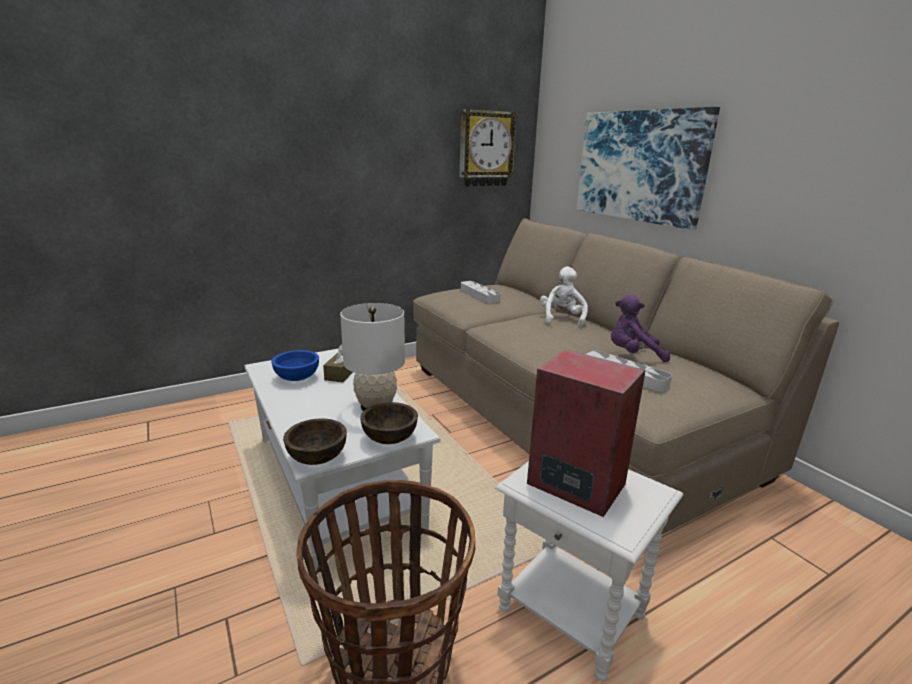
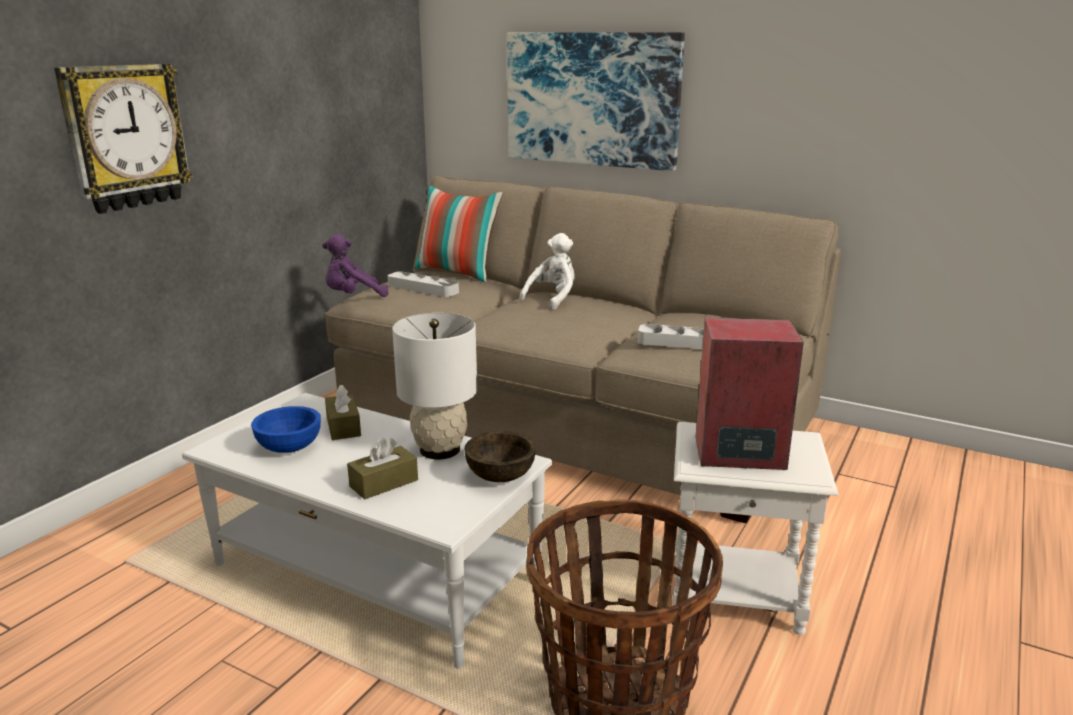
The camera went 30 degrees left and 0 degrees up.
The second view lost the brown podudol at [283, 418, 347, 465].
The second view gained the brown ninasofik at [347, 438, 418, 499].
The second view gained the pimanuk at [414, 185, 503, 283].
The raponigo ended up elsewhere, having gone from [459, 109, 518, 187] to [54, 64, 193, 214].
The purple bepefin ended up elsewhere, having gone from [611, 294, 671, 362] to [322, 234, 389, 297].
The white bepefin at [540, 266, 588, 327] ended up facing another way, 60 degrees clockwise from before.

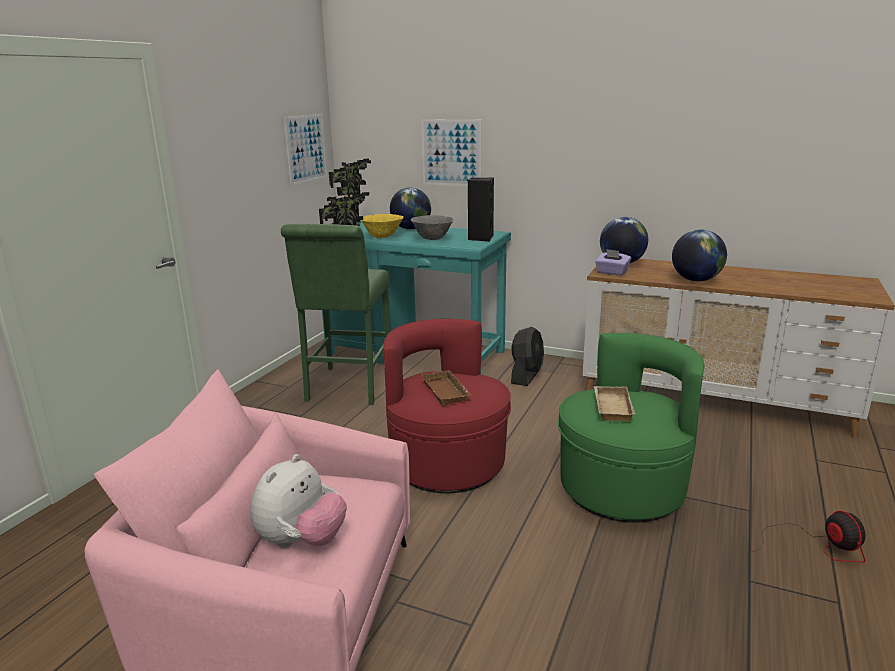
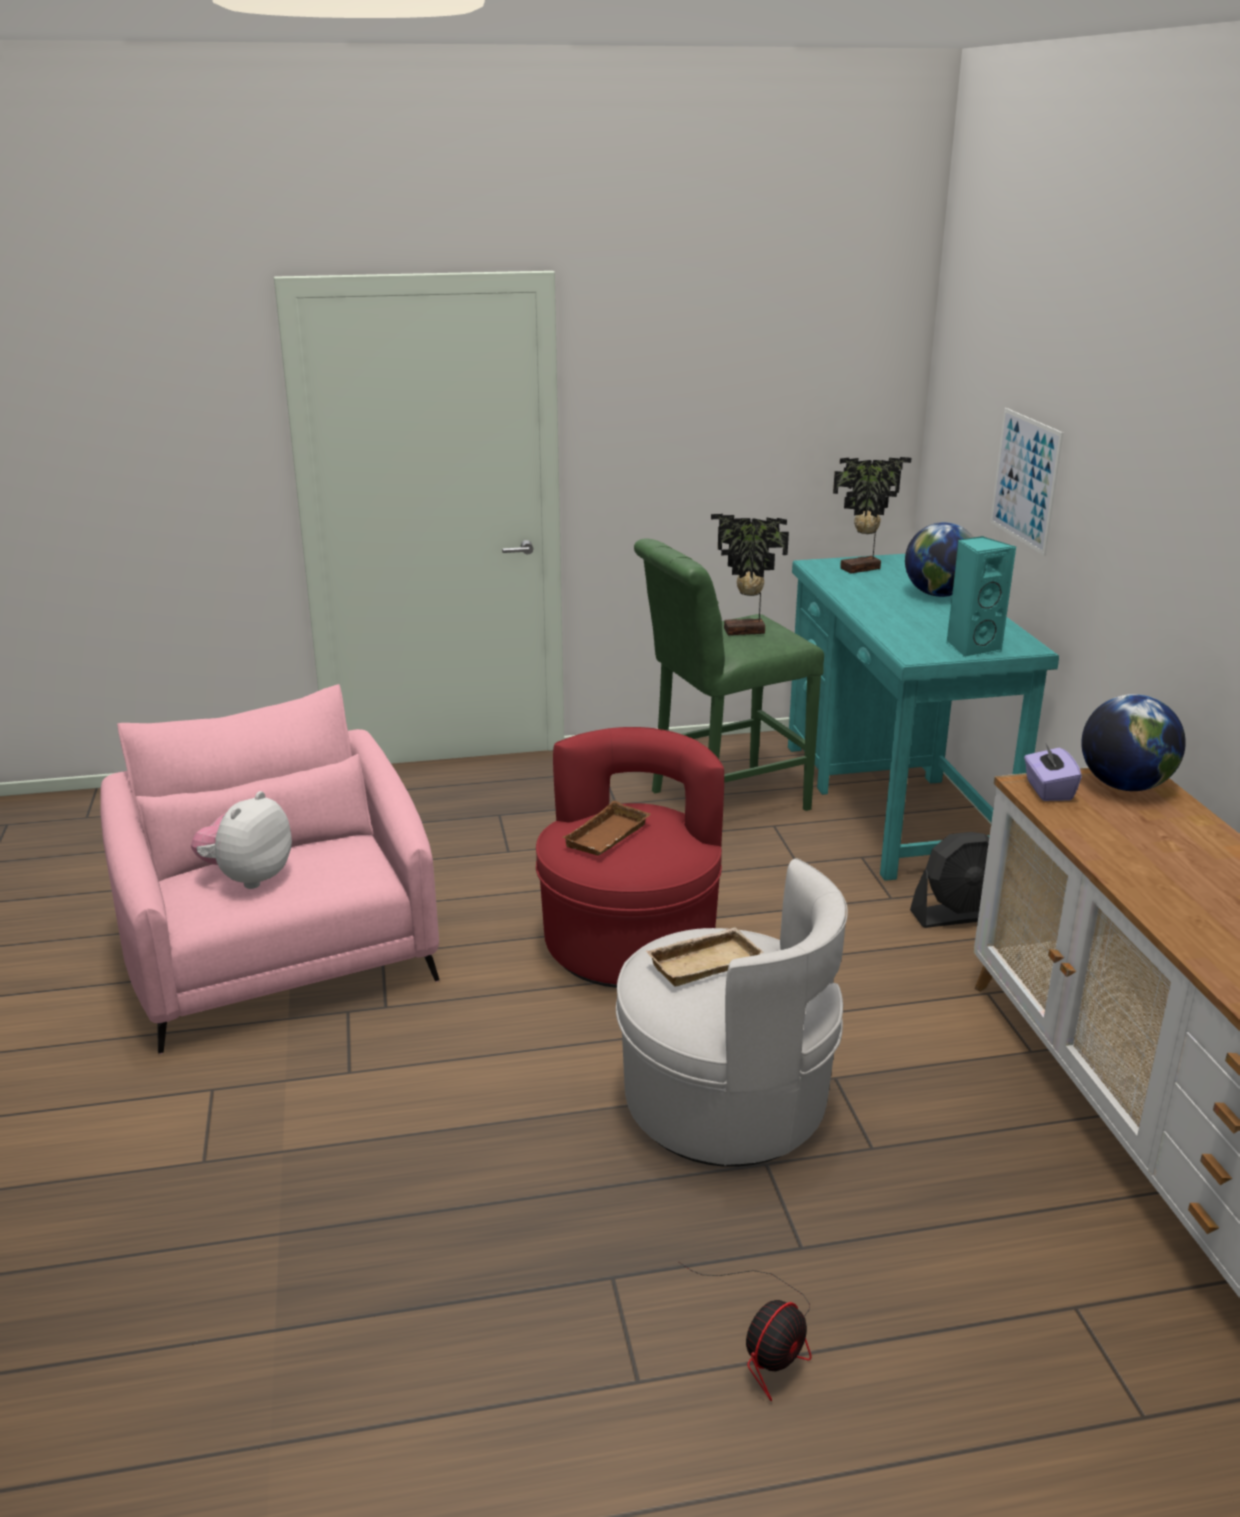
The camera went 55 degrees right and 5 degrees up.
The second view lost the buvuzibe at [284, 114, 327, 185].
The second view lost the yellow podudol at [361, 214, 403, 238].
The second view lost the grey podudol at [411, 215, 454, 240].
The second view lost the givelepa at [672, 229, 727, 282].
What was the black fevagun at [468, 177, 494, 242] turned into the turquoise fevagun at [946, 536, 1016, 657].
What was the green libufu at [558, 333, 705, 523] turned into the white libufu at [616, 858, 848, 1167].
The bepefin at [250, 454, 346, 548] ended up facing another way, 120 degrees clockwise from before.

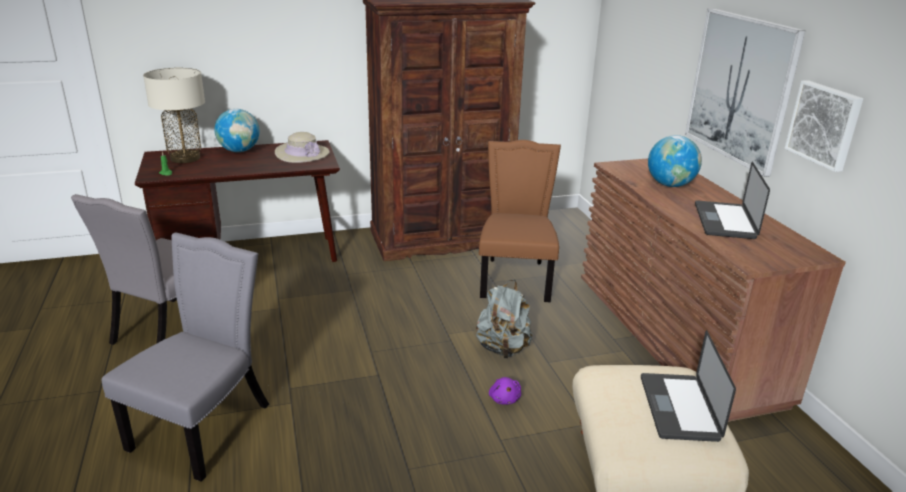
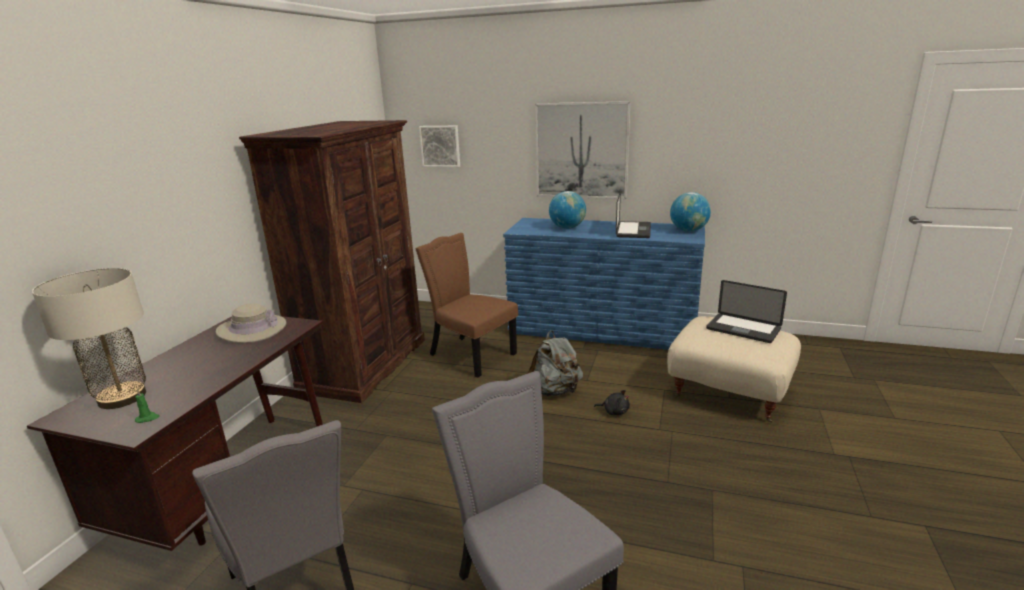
The camera went 55 degrees left and 5 degrees down.
The givelepa ended up elsewhere, having gone from [214, 109, 260, 152] to [670, 192, 711, 232].
The buvuzibe ended up elsewhere, having gone from [784, 80, 863, 172] to [419, 126, 460, 167].
What was the purple bepefin at [489, 377, 521, 405] turned into the black bepefin at [594, 390, 630, 415].
What was the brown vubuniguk at [581, 158, 846, 422] turned into the blue vubuniguk at [503, 218, 705, 350].
The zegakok at [695, 162, 770, 239] ended up facing another way, 120 degrees counterclockwise from before.

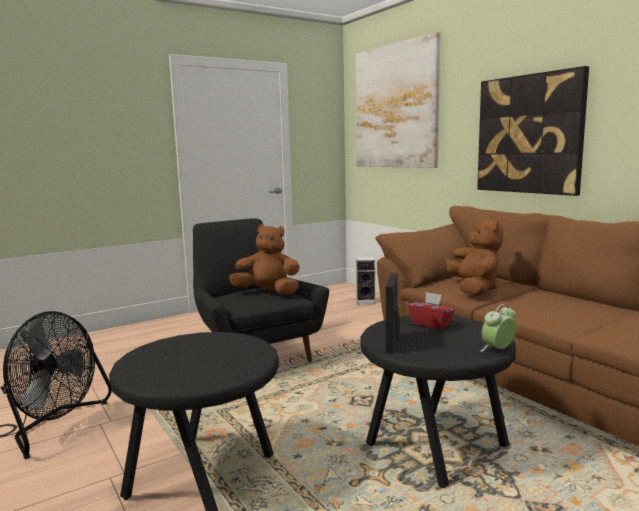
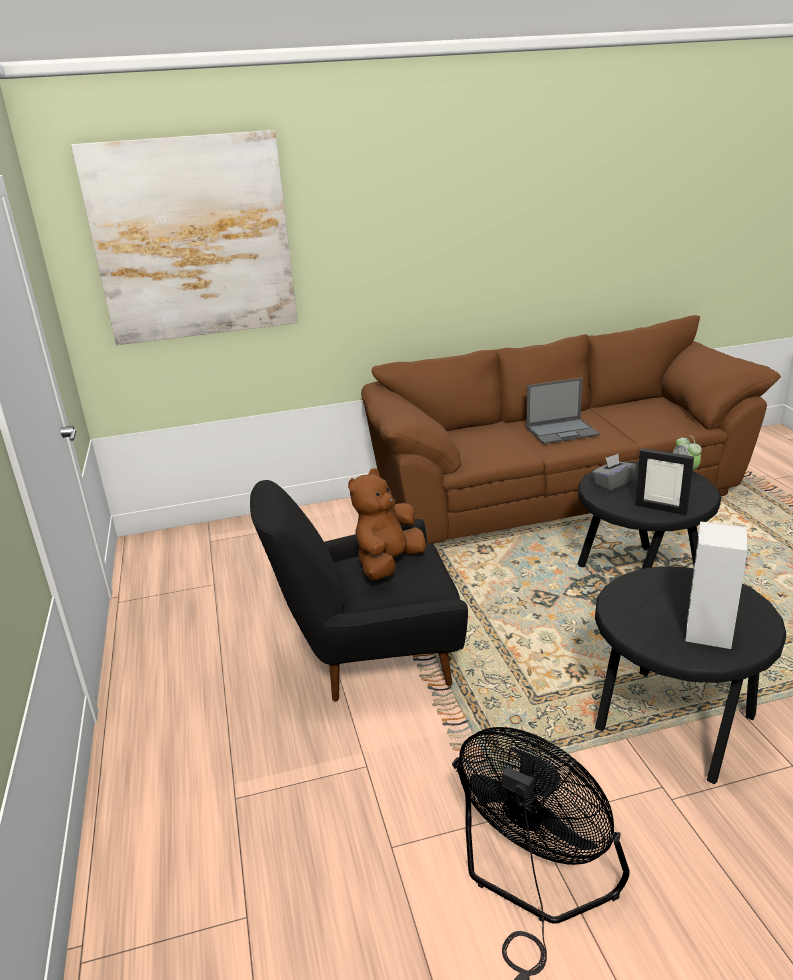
The camera went 70 degrees left and 15 degrees up.
The second view lost the brown bepefin at [445, 216, 503, 296].
The second view lost the buvuzibe at [477, 66, 589, 196].
The second view gained the zegakok at [526, 378, 600, 444].
The fevagun ended up elsewhere, having gone from [356, 257, 375, 304] to [685, 521, 748, 649].
What was the red ninasofik at [408, 292, 455, 330] turned into the grey ninasofik at [592, 454, 636, 491].

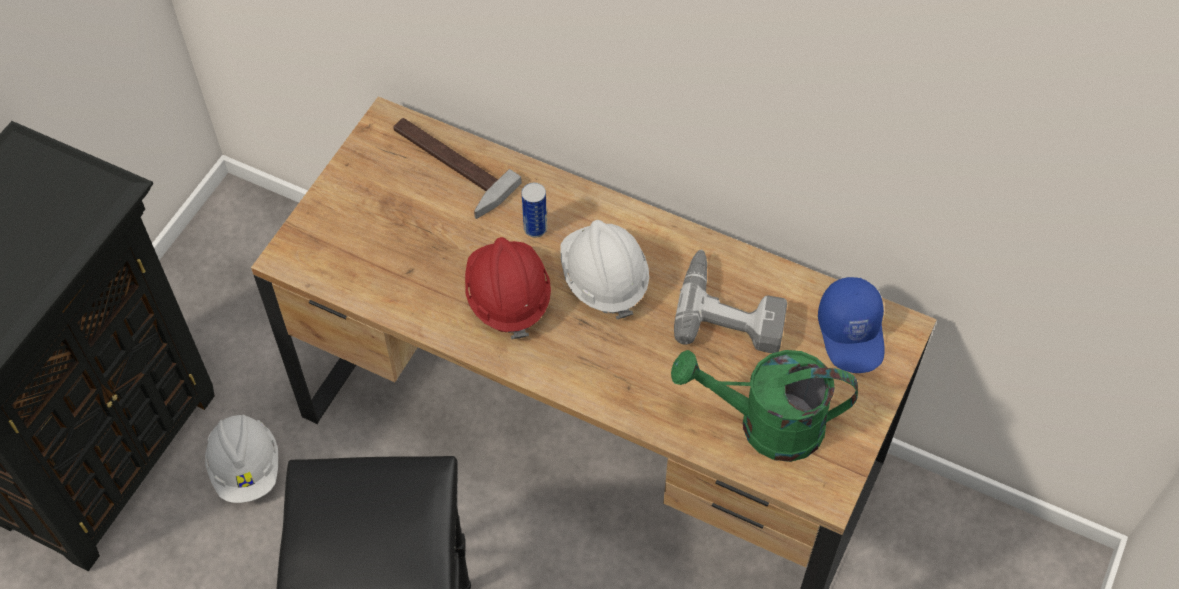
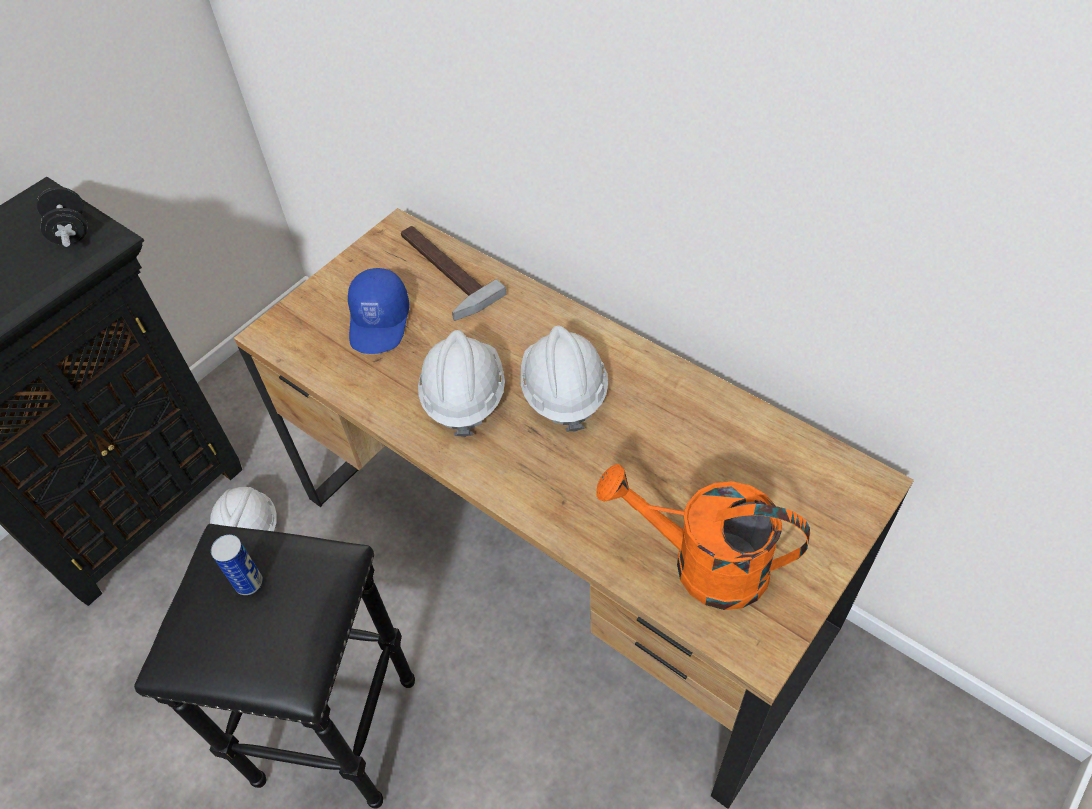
The camera went 15 degrees right and 5 degrees down.
The second view lost the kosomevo at [674, 249, 787, 353].
The second view gained the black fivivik at [36, 187, 88, 247].
The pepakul ended up elsewhere, having gone from [521, 183, 547, 238] to [211, 535, 263, 595].
The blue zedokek ended up elsewhere, having gone from [818, 277, 885, 373] to [348, 268, 410, 354].
What was the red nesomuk at [465, 237, 551, 339] turned into the white nesomuk at [418, 330, 505, 437].
What was the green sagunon at [671, 350, 858, 462] turned into the orange sagunon at [596, 464, 810, 610].

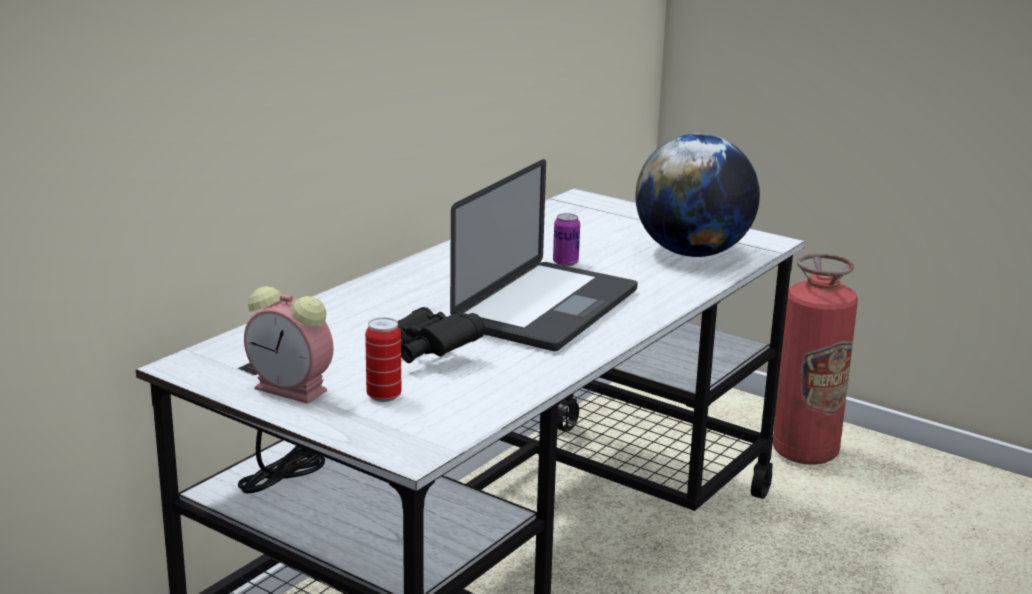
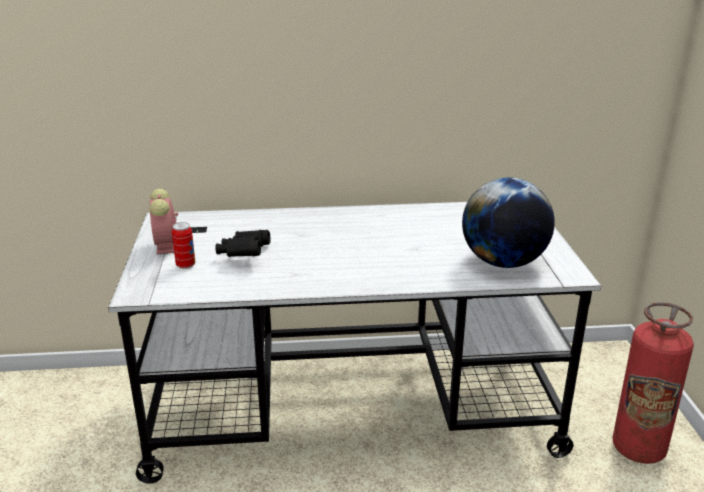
The camera went 50 degrees right and 5 degrees up.
The second view lost the zegakok at [450, 159, 638, 351].
The second view lost the pepakul at [553, 213, 580, 266].

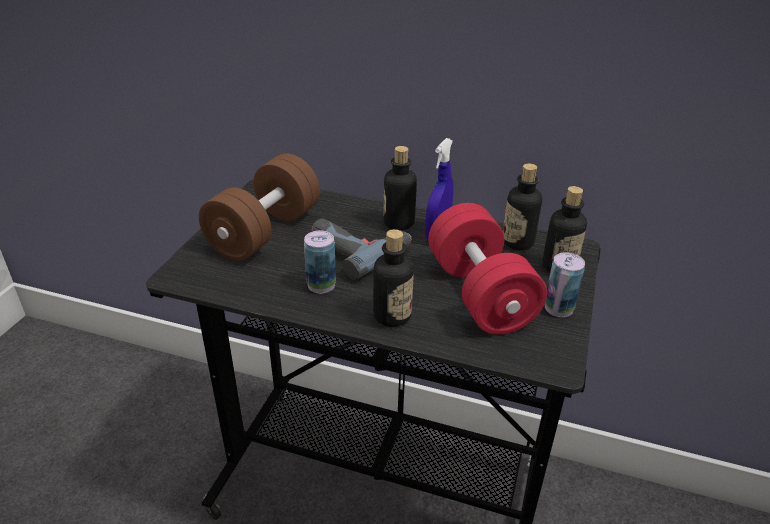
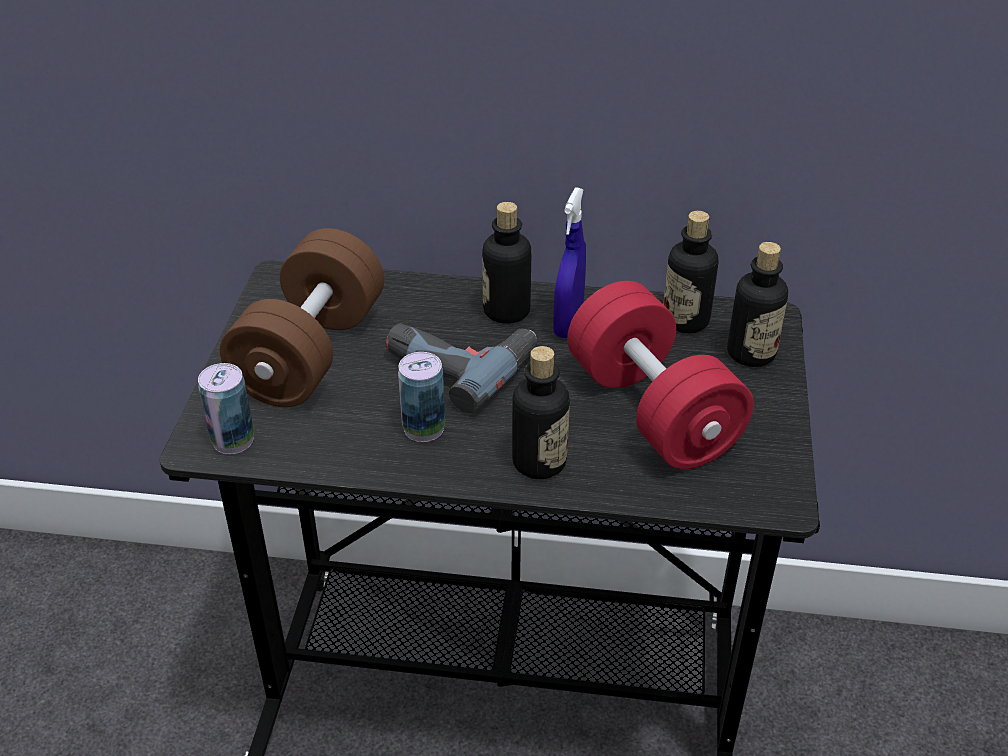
The camera went 10 degrees left and 5 degrees up.
The pepakul ended up elsewhere, having gone from [545, 252, 585, 317] to [198, 363, 254, 454].

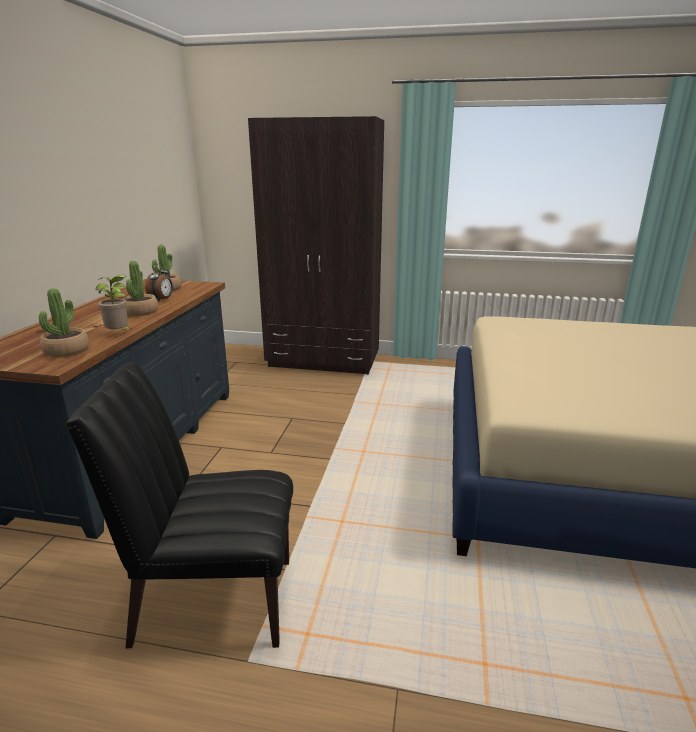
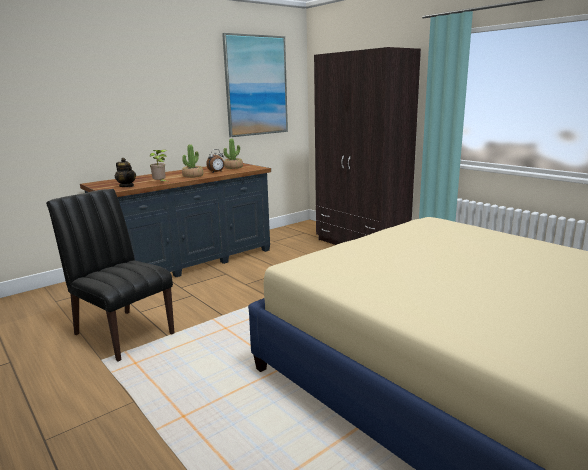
The camera went 40 degrees right and 5 degrees down.
The second view gained the buvuzibe at [222, 33, 288, 137].
Where the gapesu stood at [39, 288, 89, 357], the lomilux came to stand at [115, 158, 136, 187].

